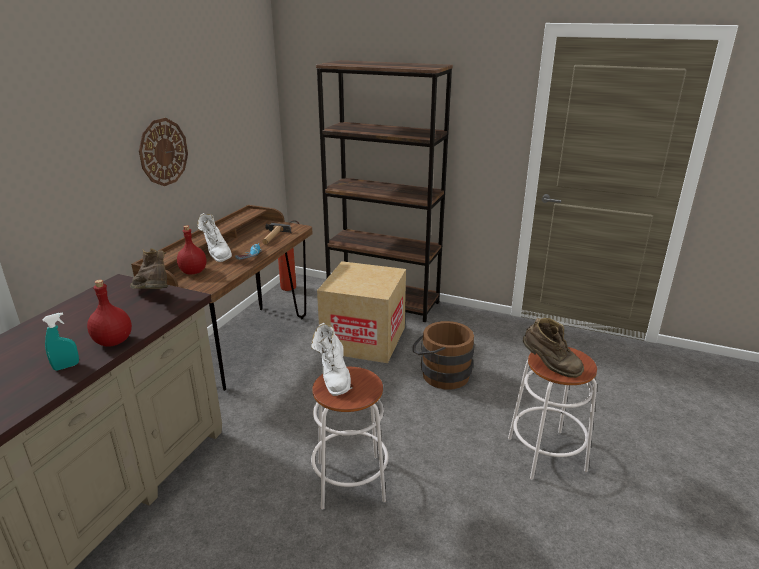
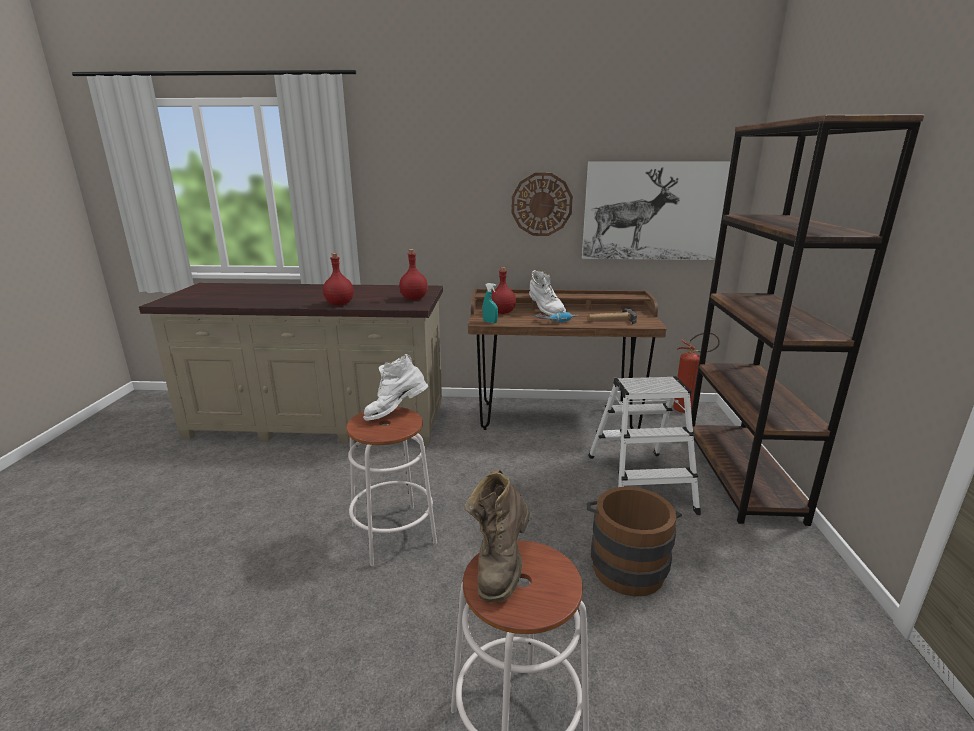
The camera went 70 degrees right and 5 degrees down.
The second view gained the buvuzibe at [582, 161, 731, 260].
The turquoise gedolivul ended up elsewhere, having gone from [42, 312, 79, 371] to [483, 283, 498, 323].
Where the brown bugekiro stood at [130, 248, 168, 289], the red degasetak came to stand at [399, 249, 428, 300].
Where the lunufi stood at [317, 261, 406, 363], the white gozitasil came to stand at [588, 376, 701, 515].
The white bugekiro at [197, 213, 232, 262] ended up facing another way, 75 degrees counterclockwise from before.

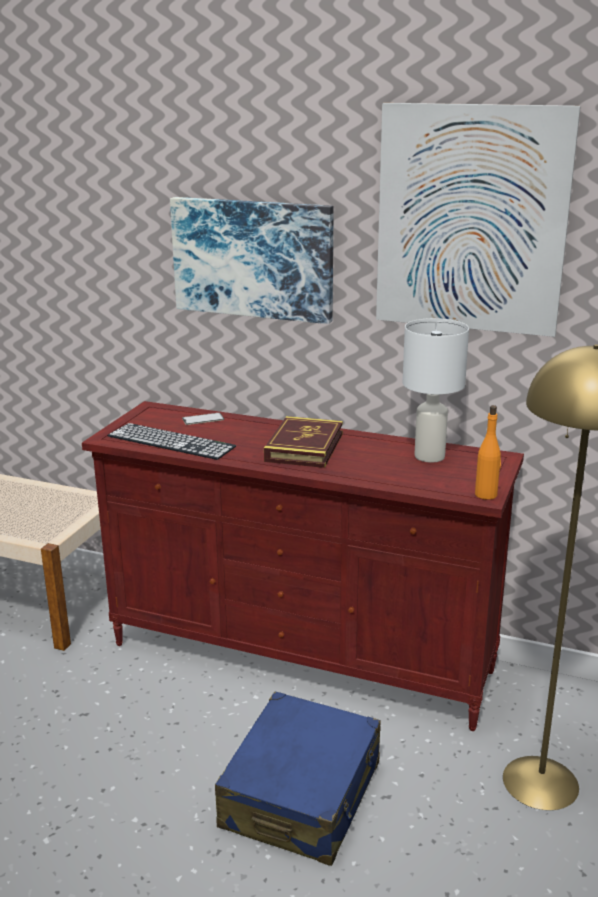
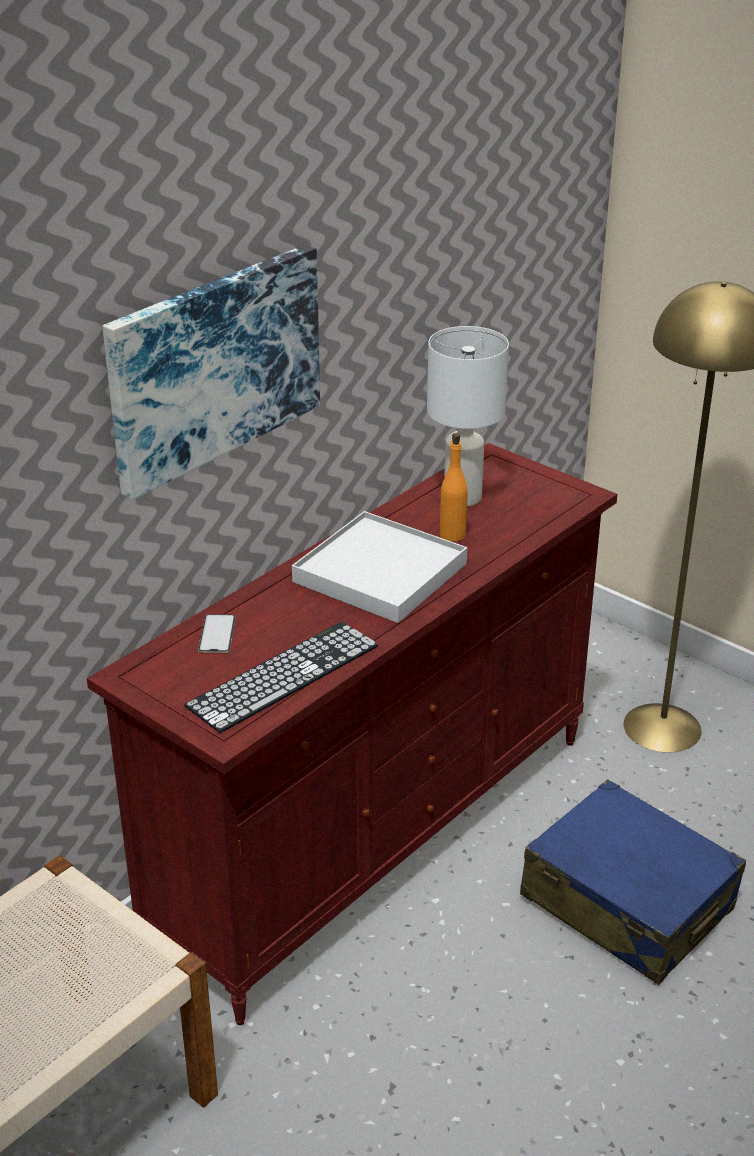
The camera went 70 degrees left and 10 degrees up.
The second view lost the buvuzibe at [376, 103, 581, 337].
The orange degasetak ended up elsewhere, having gone from [475, 405, 501, 500] to [440, 433, 468, 542].
Where the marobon stood at [264, 416, 343, 468], the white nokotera came to stand at [292, 511, 467, 623].

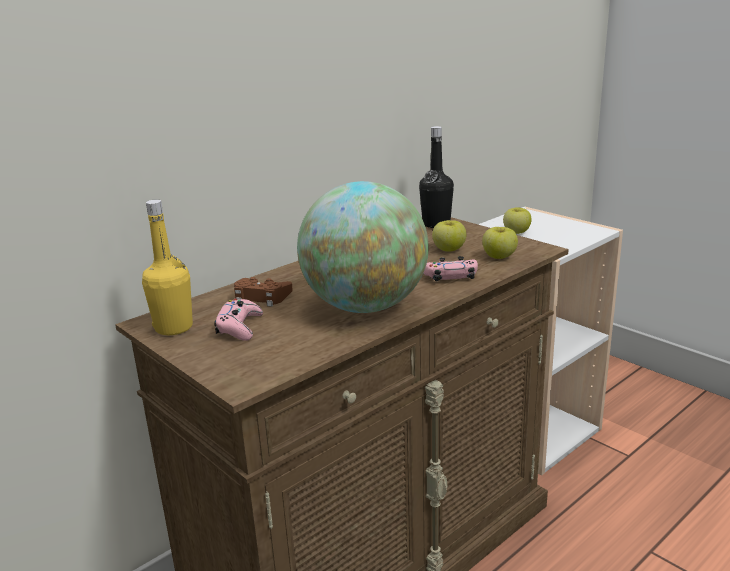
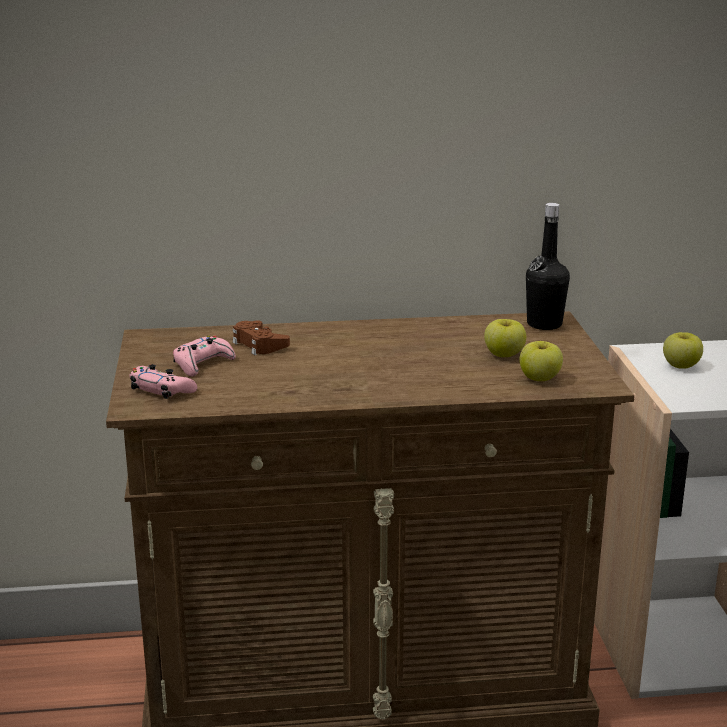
The camera went 35 degrees right and 0 degrees up.
The second view lost the yellow degasetak at [142, 200, 193, 335].
The second view lost the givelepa at [297, 181, 429, 313].
The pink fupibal ended up elsewhere, having gone from [424, 256, 478, 281] to [130, 364, 197, 399].

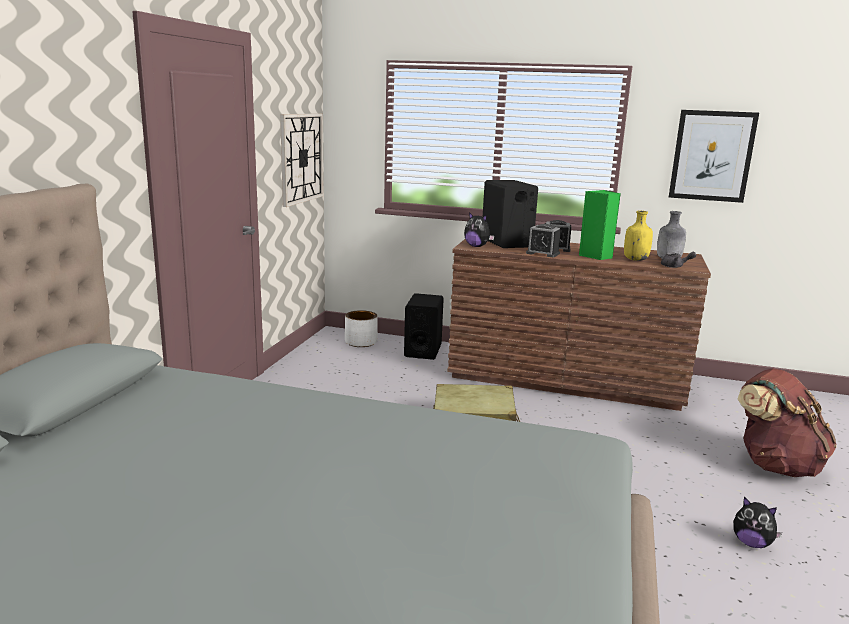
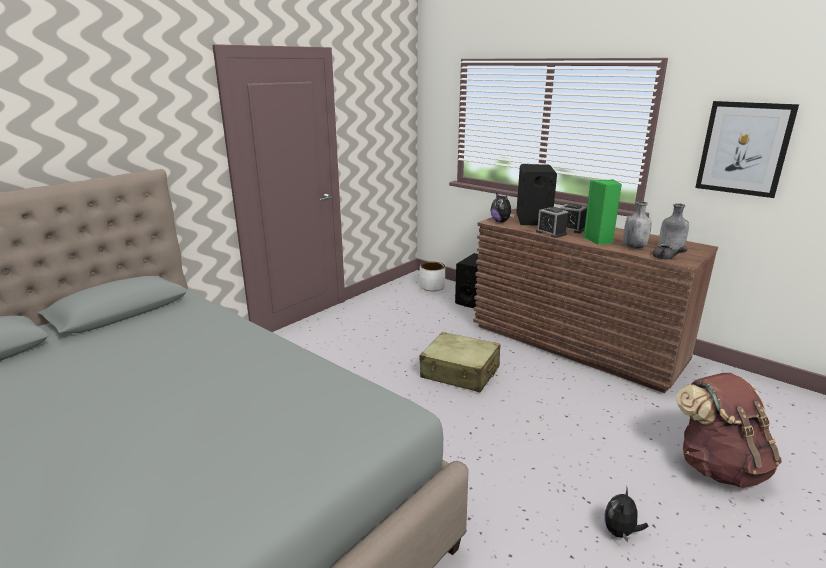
The camera went 25 degrees right and 5 degrees up.
The second view lost the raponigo at [280, 113, 323, 207].
What was the yellow degasetak at [624, 211, 653, 261] turned into the grey degasetak at [623, 201, 652, 249].
The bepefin at [734, 497, 782, 548] ended up facing another way, 60 degrees clockwise from before.

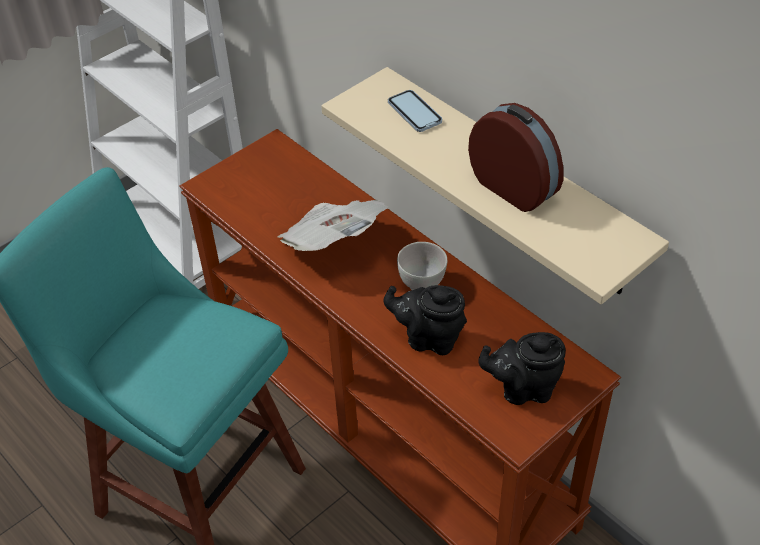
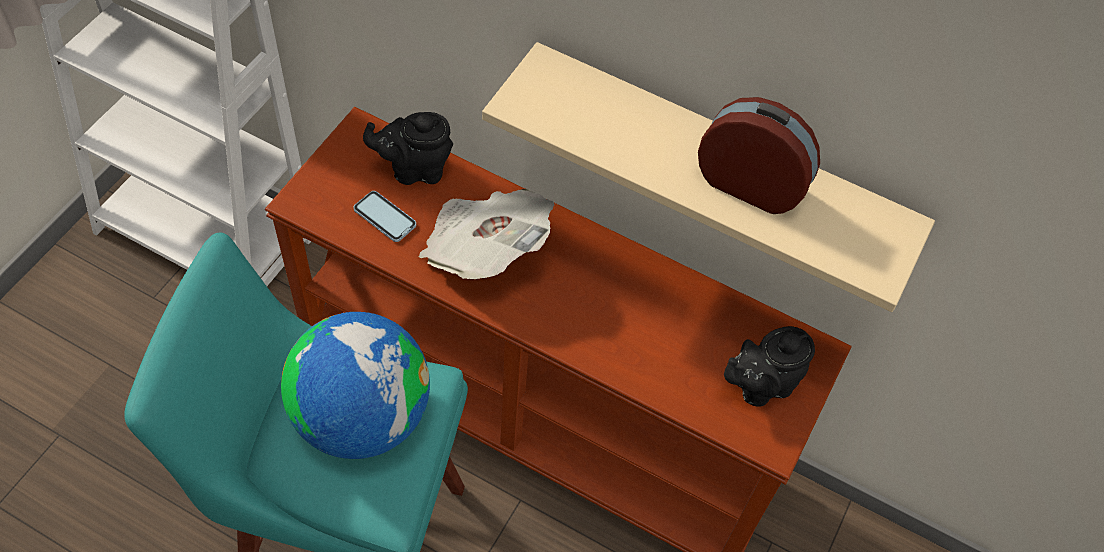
The camera went 25 degrees left and 10 degrees up.
The second view lost the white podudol at [397, 242, 447, 290].
The second view gained the givelepa at [281, 312, 430, 459].
The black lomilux ended up elsewhere, having gone from [384, 285, 467, 355] to [363, 112, 453, 185].
The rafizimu ended up elsewhere, having gone from [388, 90, 442, 132] to [353, 191, 416, 242].

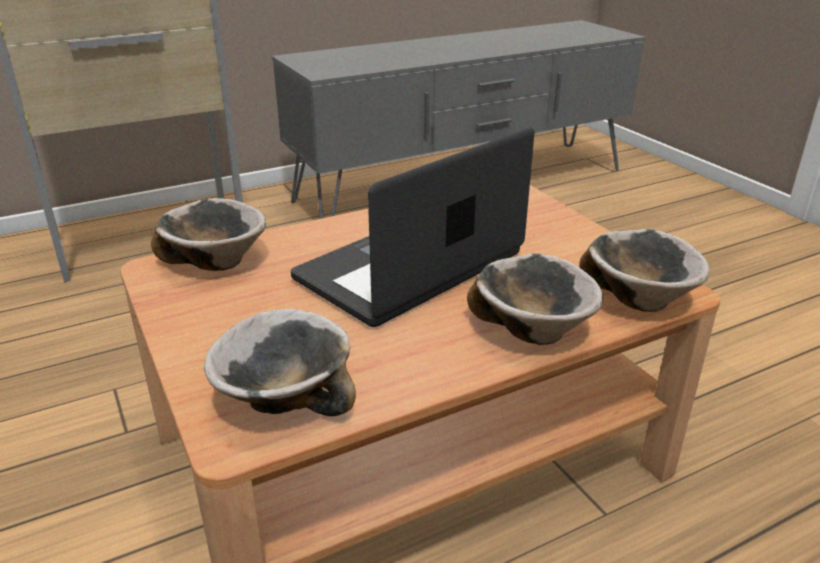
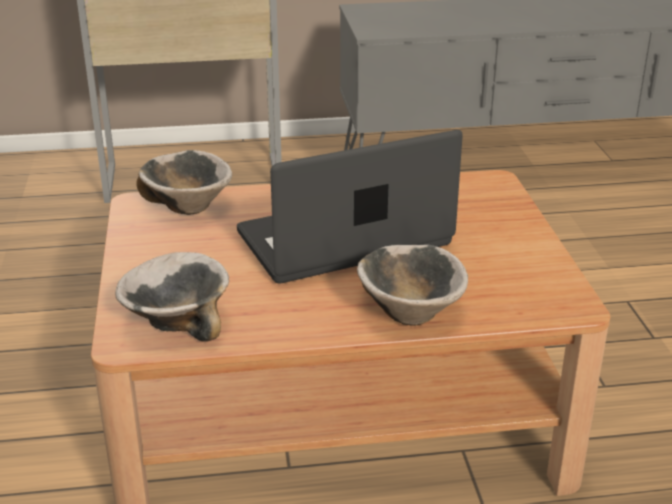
The camera went 20 degrees right and 0 degrees up.
The second view lost the podudol at [579, 229, 710, 312].

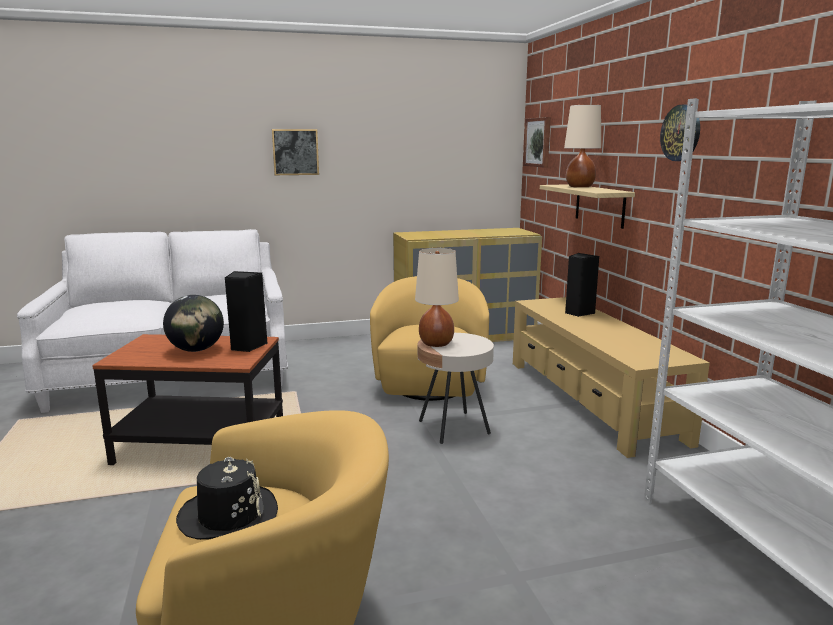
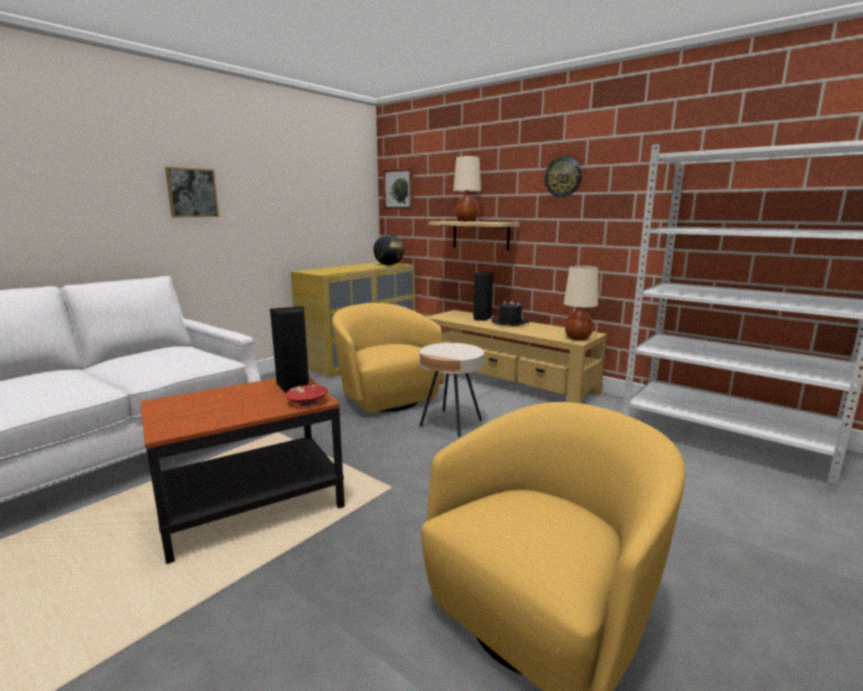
The camera went 35 degrees left and 0 degrees up.
The second view gained the red podudol at [286, 385, 328, 406].
The givelepa ended up elsewhere, having gone from [163, 295, 224, 352] to [373, 234, 404, 265].
The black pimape ended up elsewhere, having gone from [176, 456, 278, 540] to [491, 301, 530, 326].
The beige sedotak ended up elsewhere, having gone from [415, 248, 459, 347] to [564, 265, 598, 340].

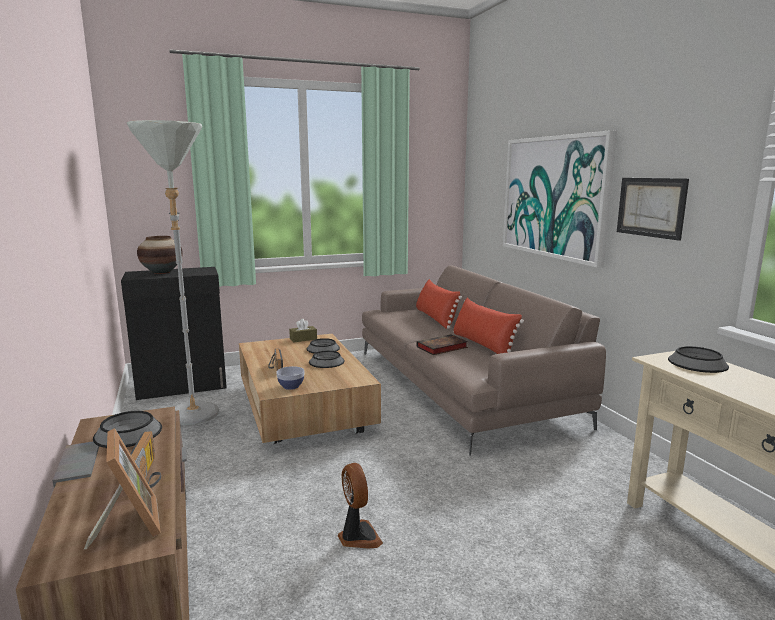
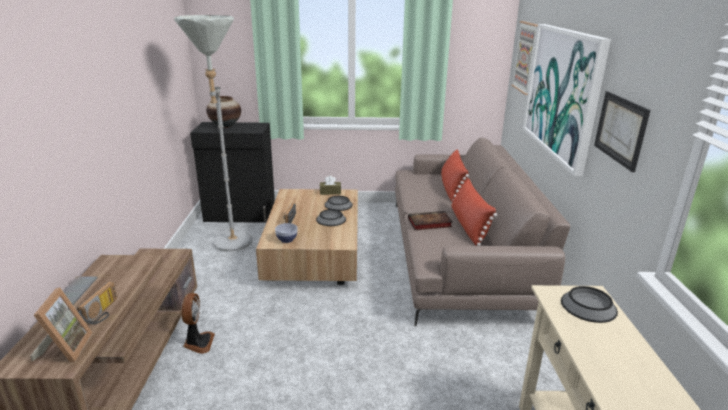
The camera went 20 degrees right and 10 degrees up.
The second view lost the podudol at [93, 411, 162, 448].
The second view gained the buvuzibe at [511, 21, 538, 95].
The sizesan ended up elsewhere, having gone from [338, 463, 383, 549] to [181, 293, 215, 354].

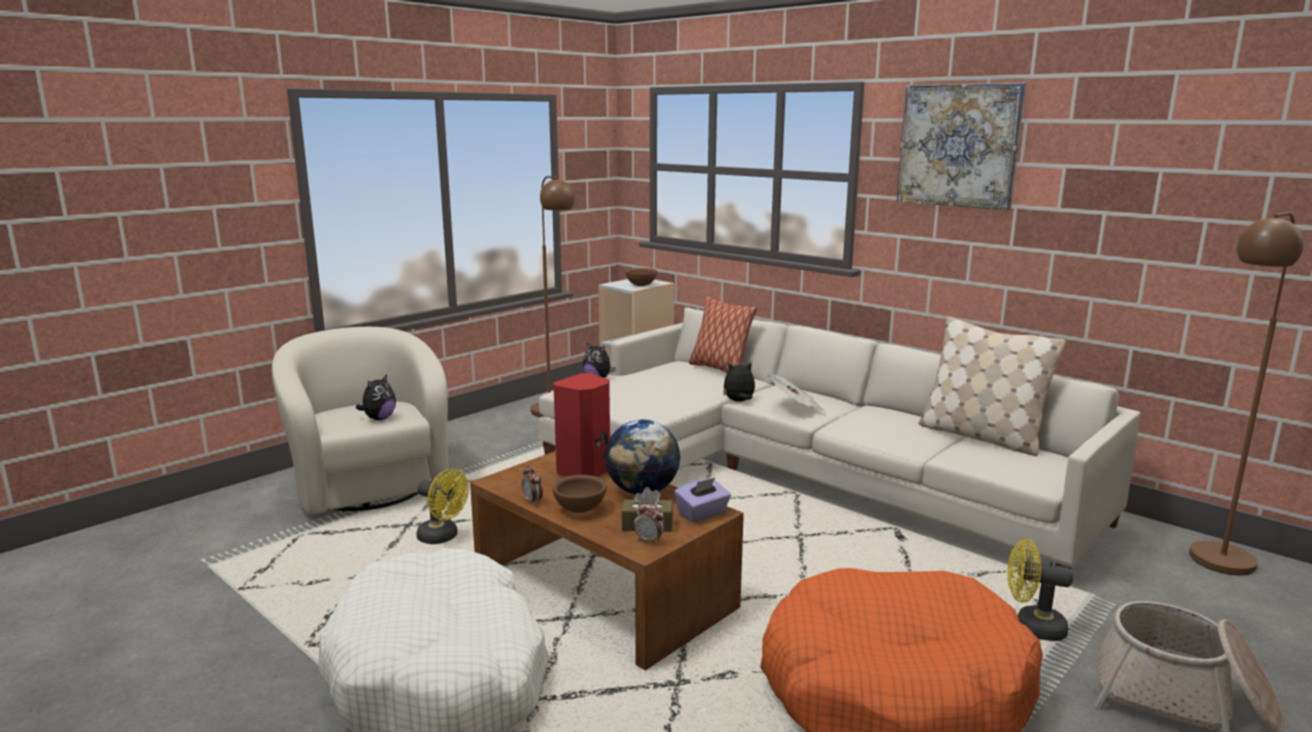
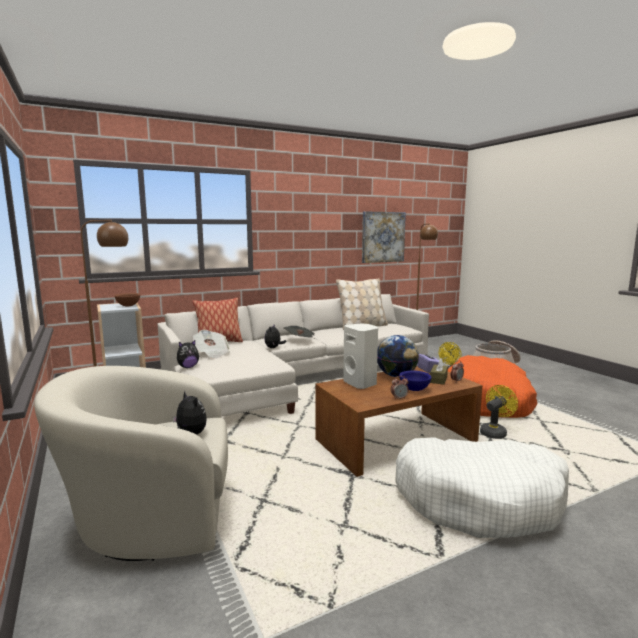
The camera went 70 degrees left and 5 degrees down.
The second view gained the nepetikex at [193, 330, 230, 359].
The yellow sizesan ended up elsewhere, having gone from [416, 469, 469, 544] to [480, 385, 518, 439].
The buvuzibe ended up elsewhere, having gone from [897, 83, 1026, 210] to [362, 211, 406, 263].
What was the brown podudol at [552, 475, 607, 513] turned into the blue podudol at [399, 371, 431, 391].
What was the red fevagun at [553, 373, 610, 477] turned into the white fevagun at [343, 323, 378, 389].

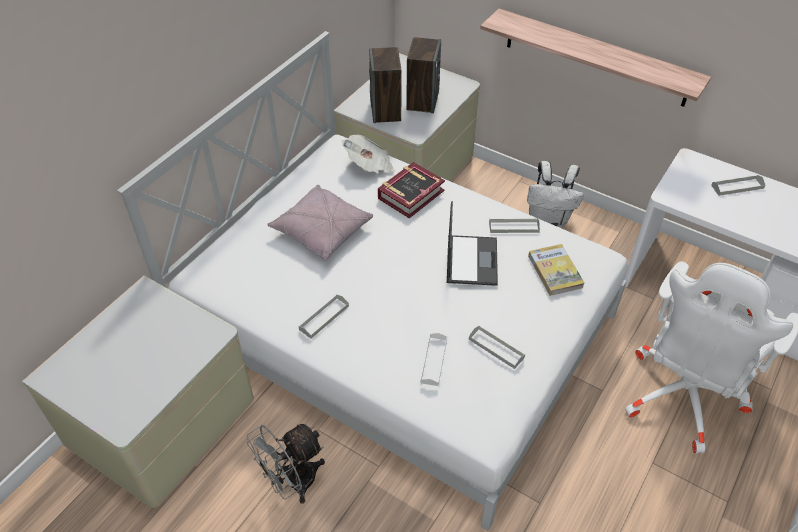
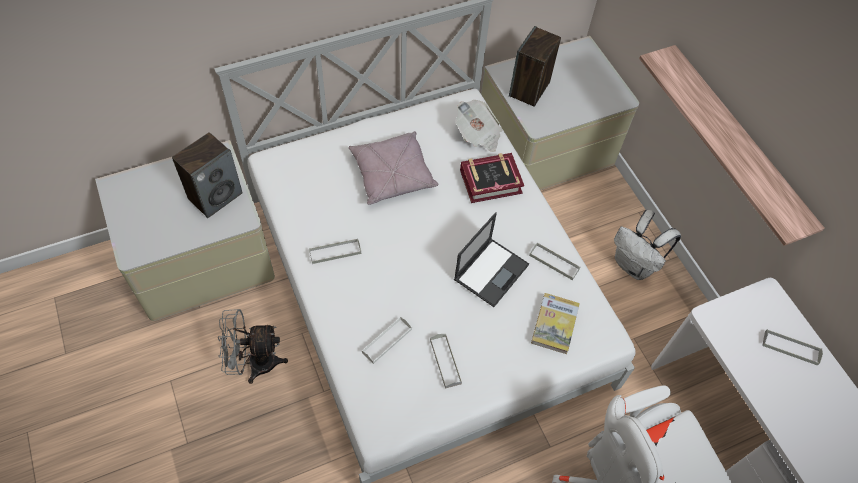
The camera went 30 degrees right and 10 degrees up.
The fevagun ended up elsewhere, having gone from [406, 37, 441, 113] to [172, 132, 243, 218].

